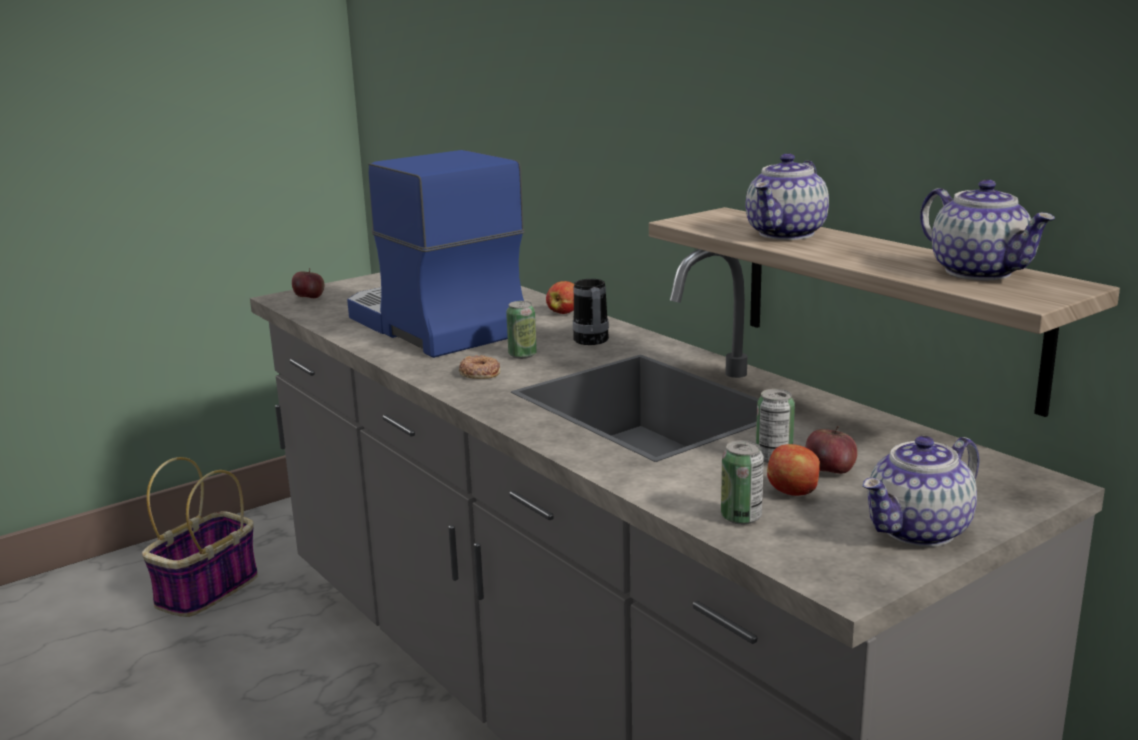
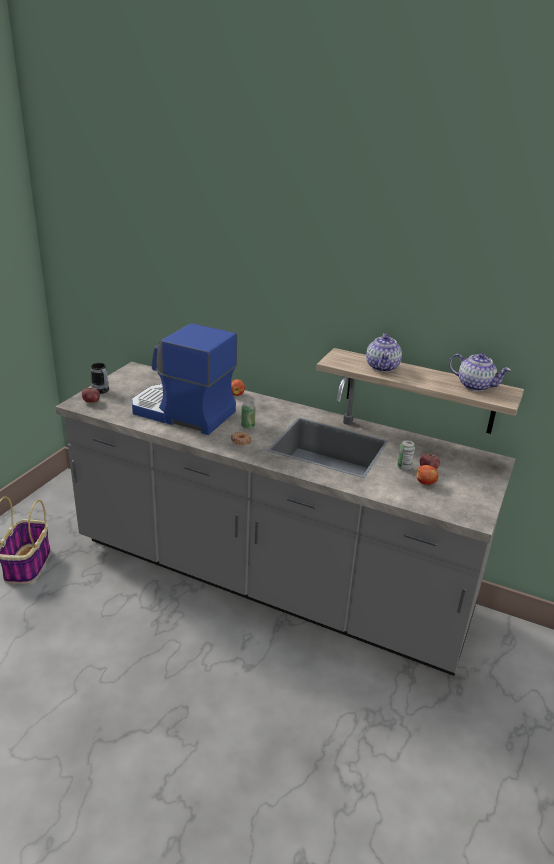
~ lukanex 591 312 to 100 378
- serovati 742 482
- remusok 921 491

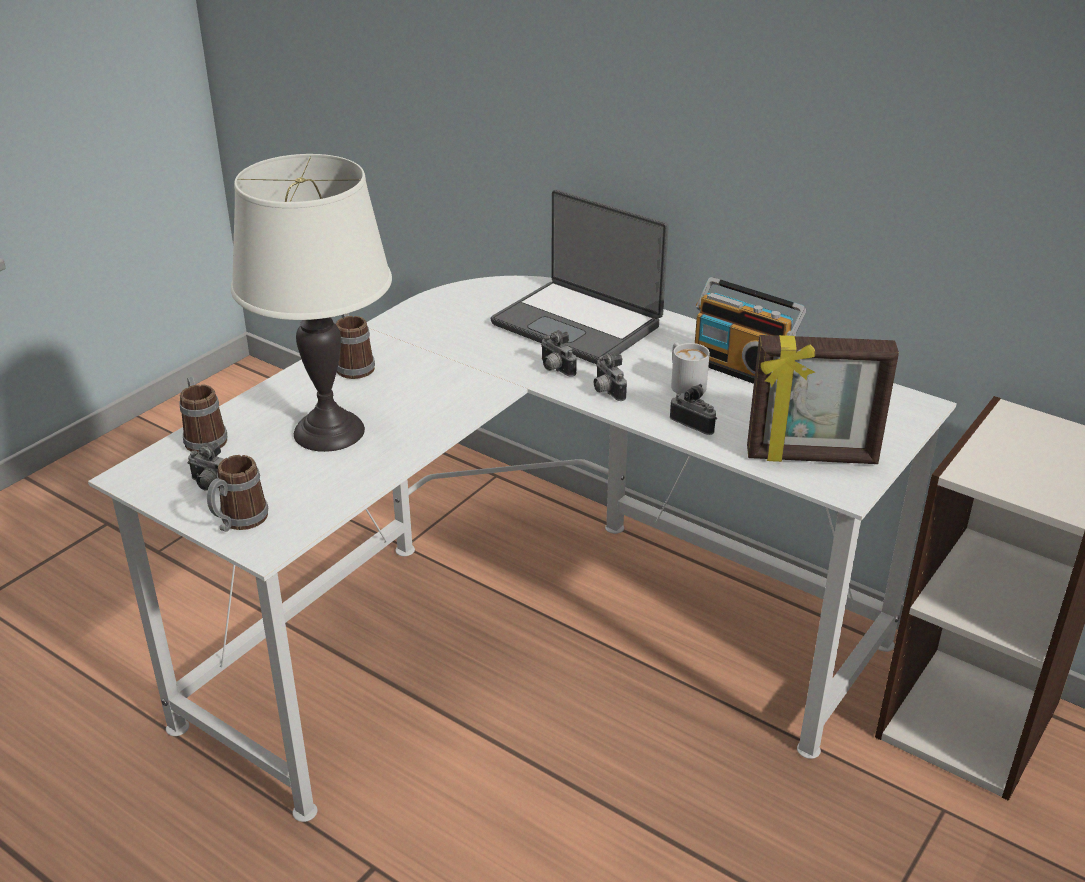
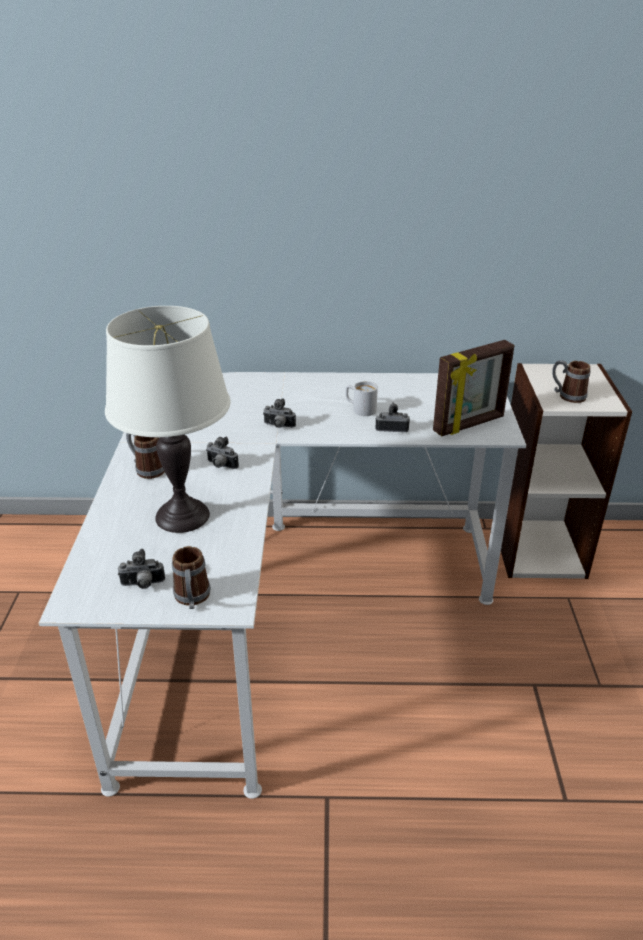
~ lukanex 203 414 to 571 381
- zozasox 580 277
~ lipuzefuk 610 376 to 222 453
- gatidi 750 330

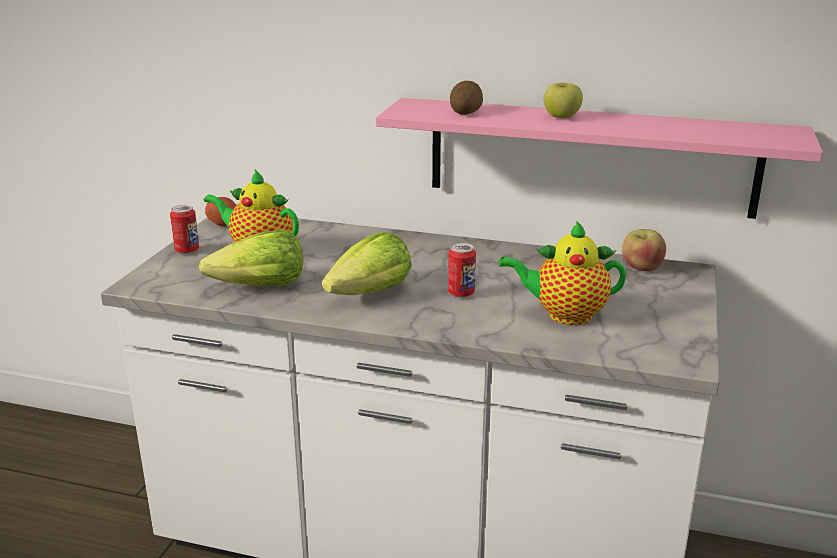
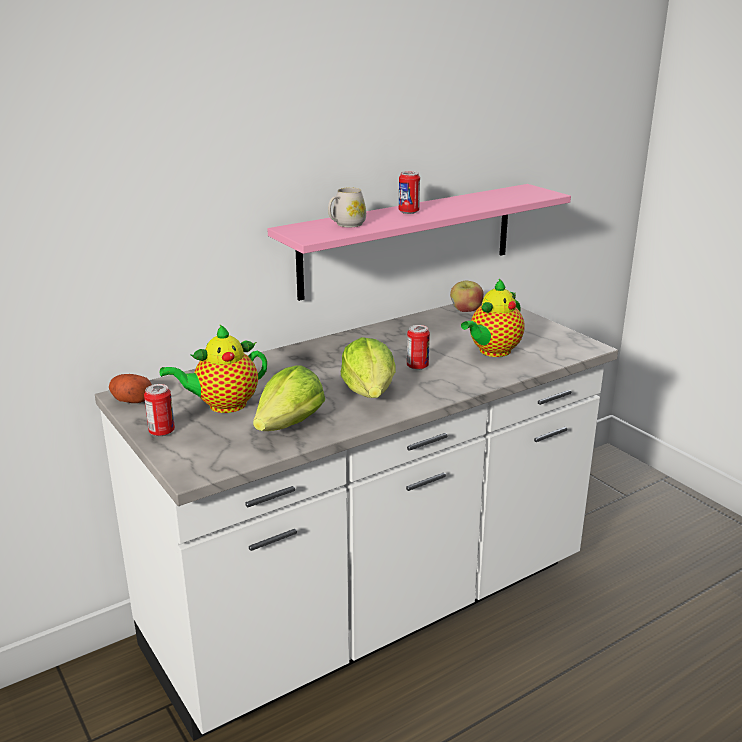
~ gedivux 466 98 to white_lukanex 347 207
~ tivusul 563 100 to serovati 409 192

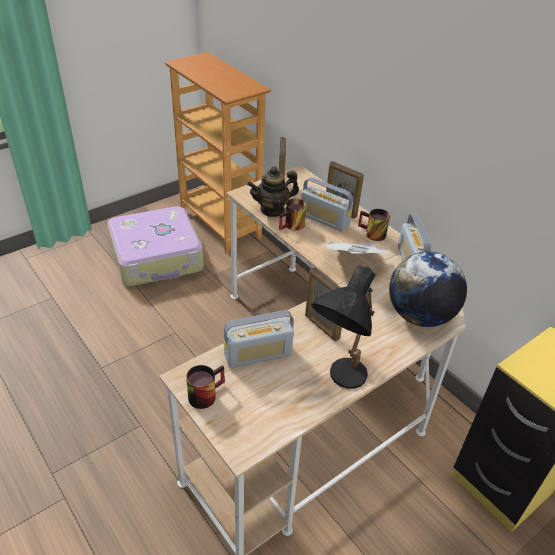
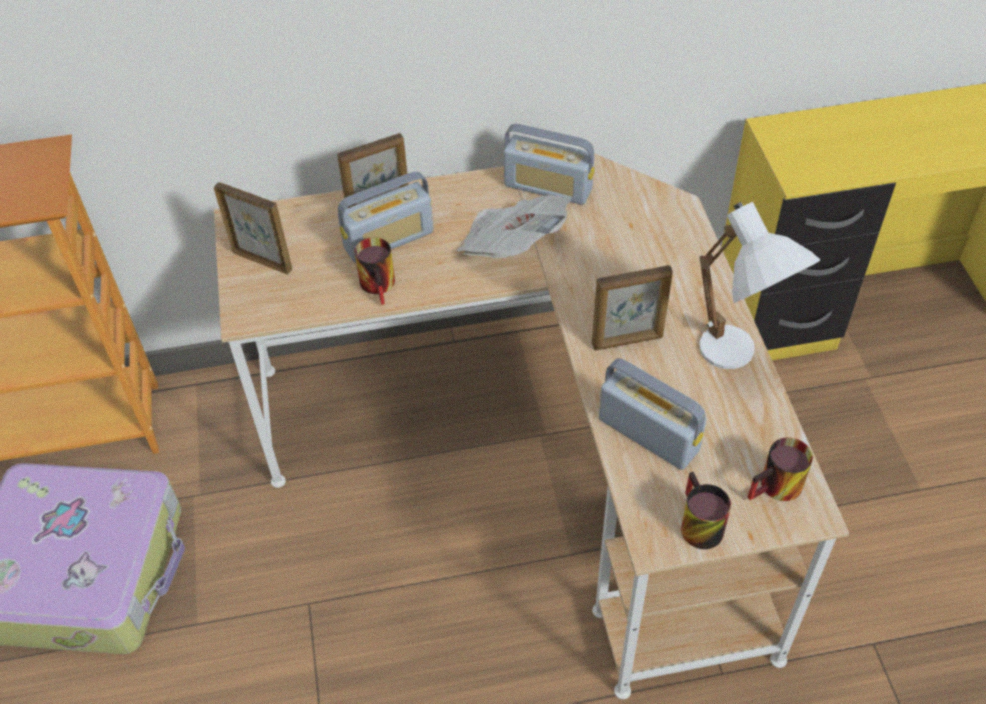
~ gatidi 258 339 = 652 414 60 degrees counterclockwise
- remusok 273 191
~ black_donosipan 343 327 to white_donosipan 759 285
~ lukanex 374 225 to 780 469
- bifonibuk 428 289

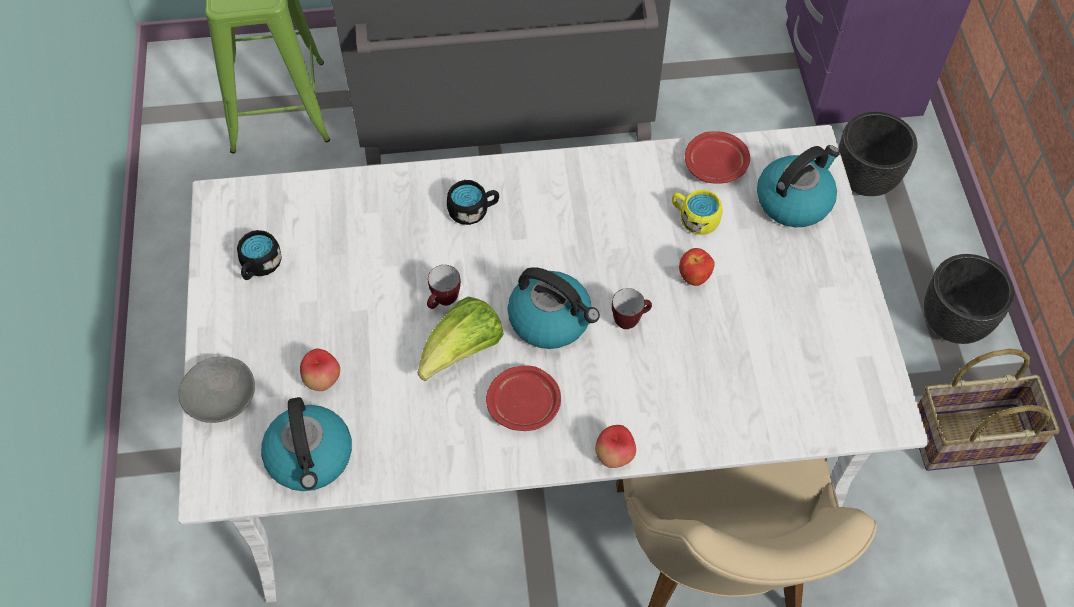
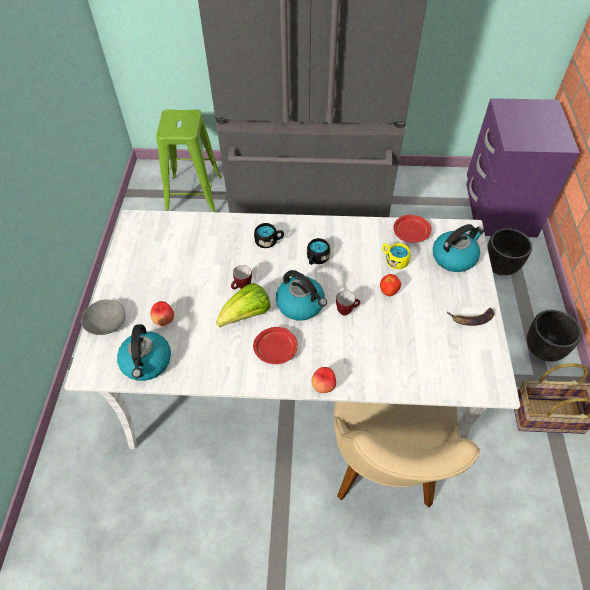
~ black_lukanex 259 255 to 318 251
+ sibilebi 470 317

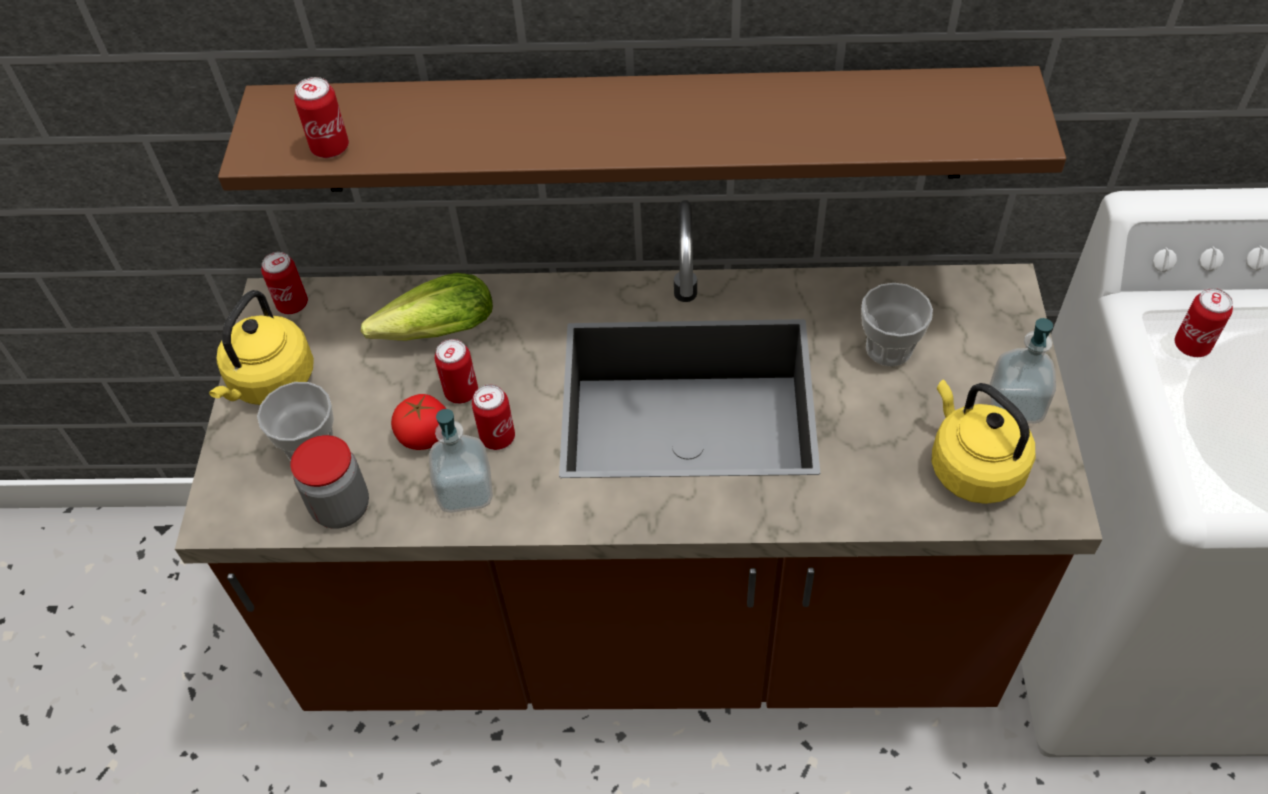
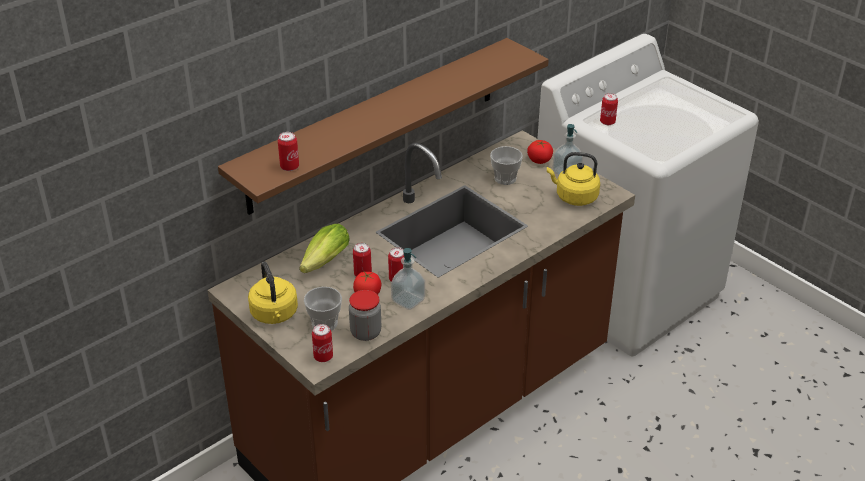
~ serovati 284 283 to 322 343
+ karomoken 540 152

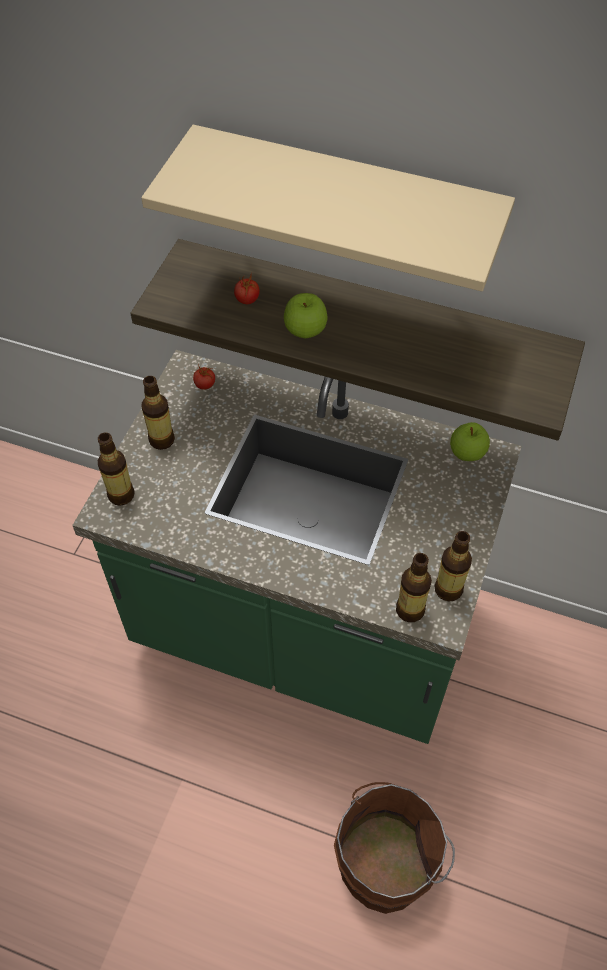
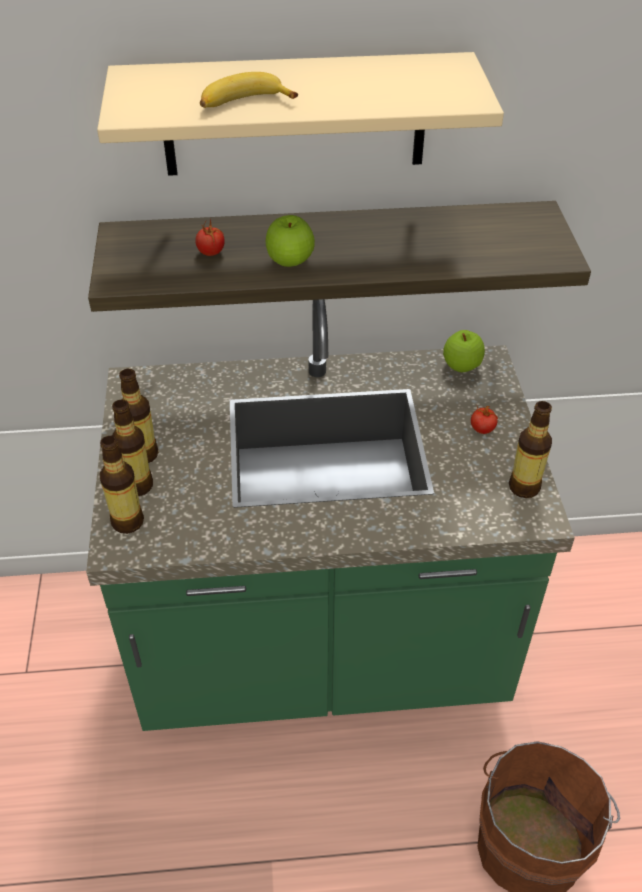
~ karomoken 204 377 to 484 419
~ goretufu 414 587 to 132 447
+ sibilebi 249 90

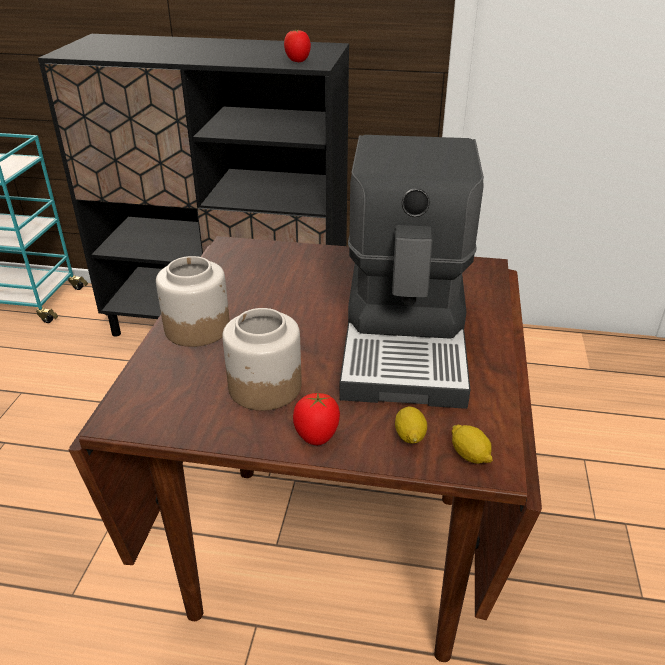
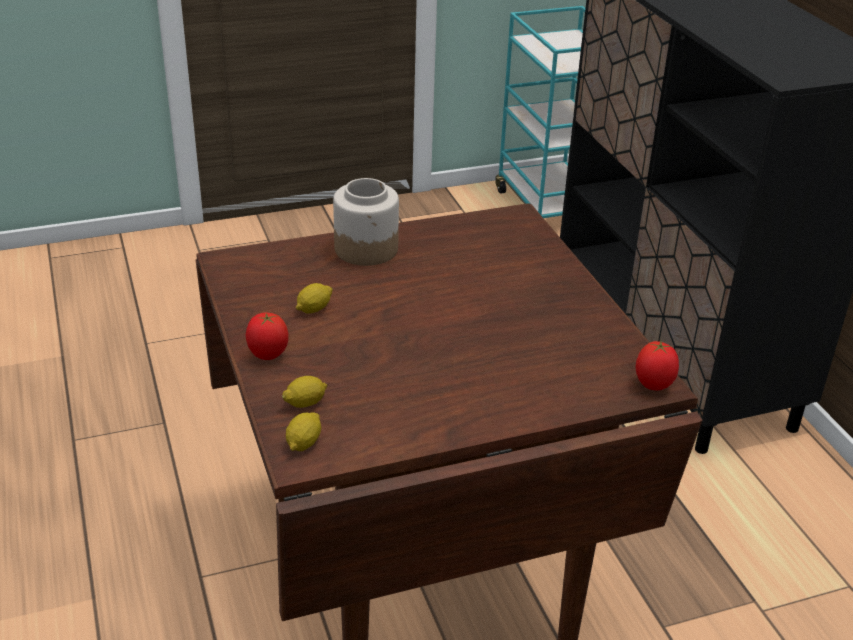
~ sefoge 262 359 to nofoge 314 298
~ karomoken 297 45 to 657 365
- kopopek 411 272

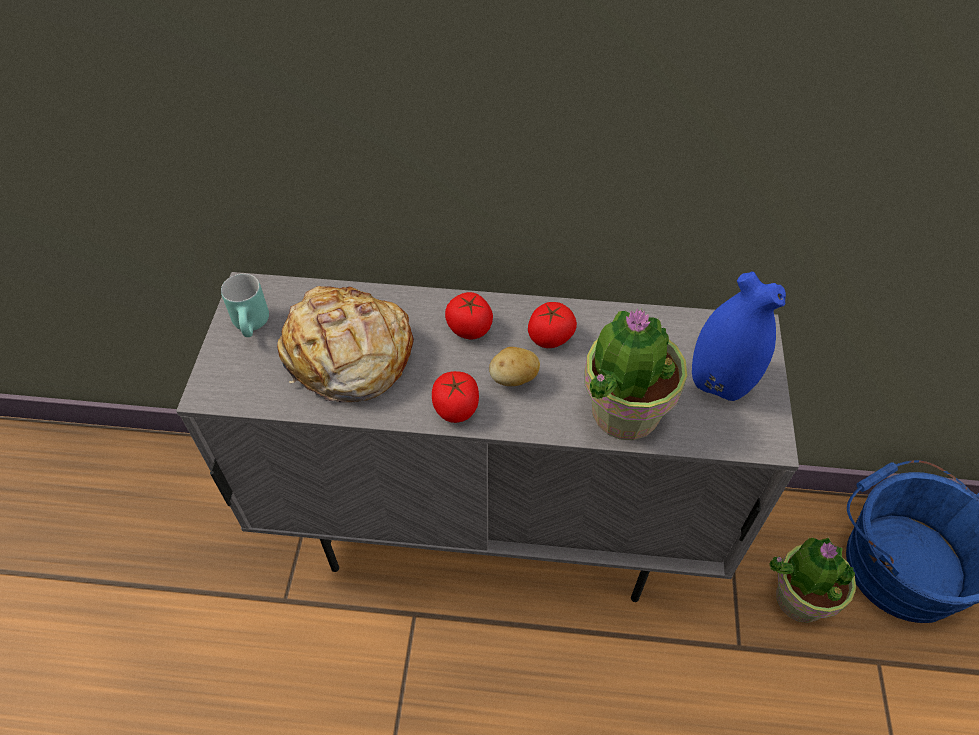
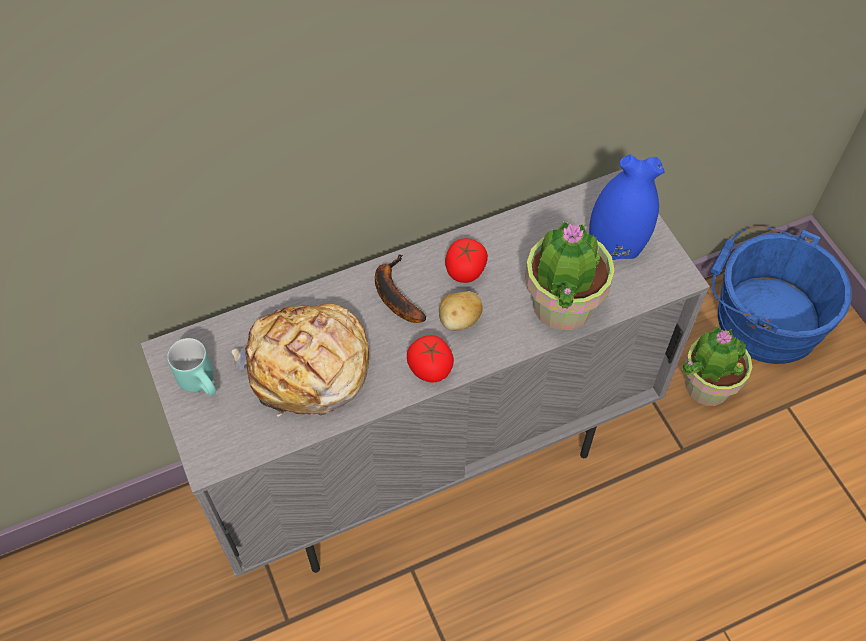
~ karomoken 469 315 to sibilebi 400 288

